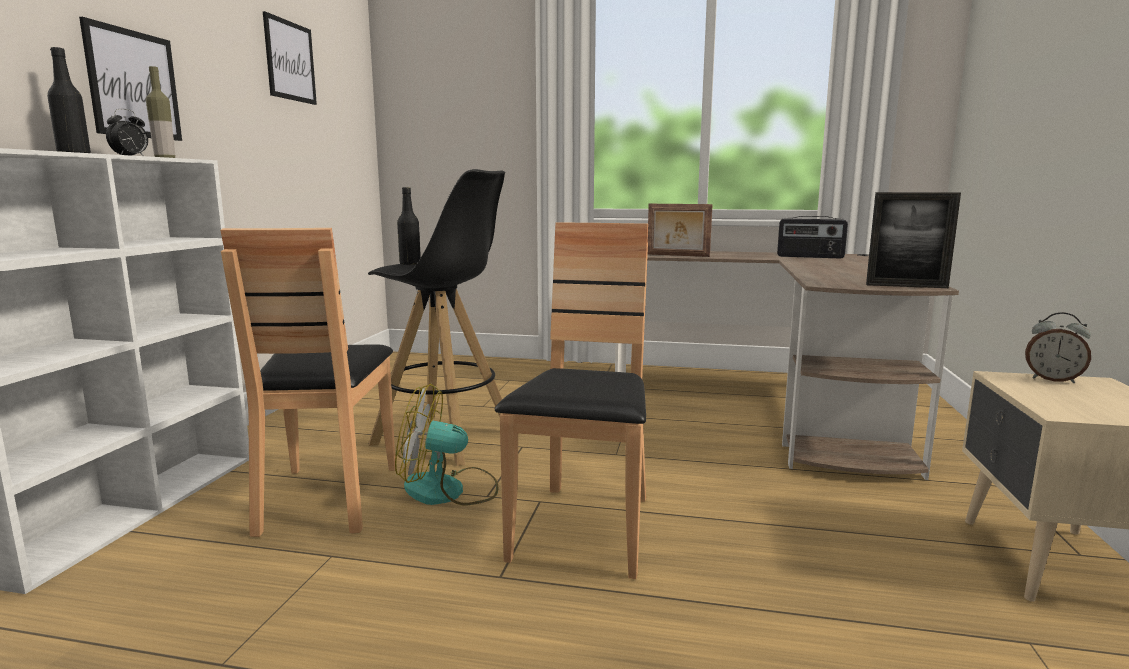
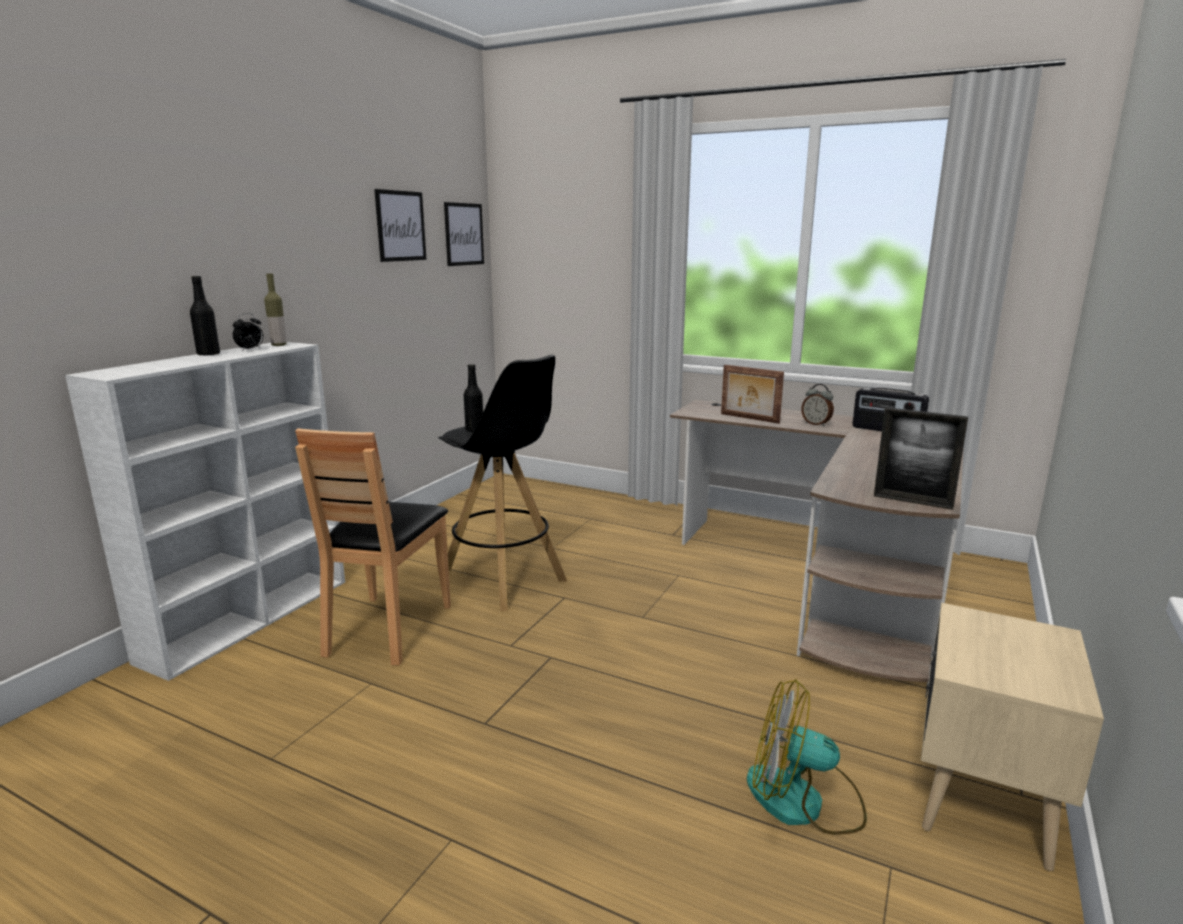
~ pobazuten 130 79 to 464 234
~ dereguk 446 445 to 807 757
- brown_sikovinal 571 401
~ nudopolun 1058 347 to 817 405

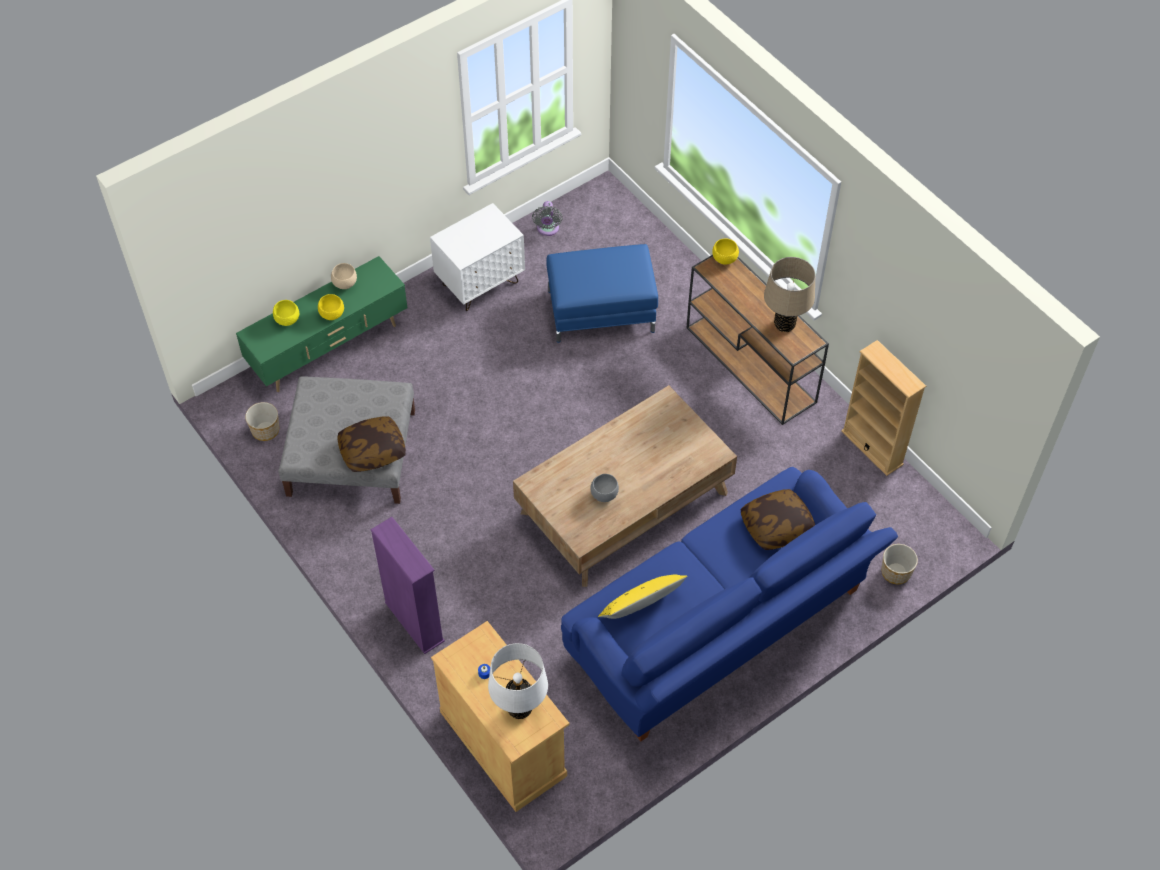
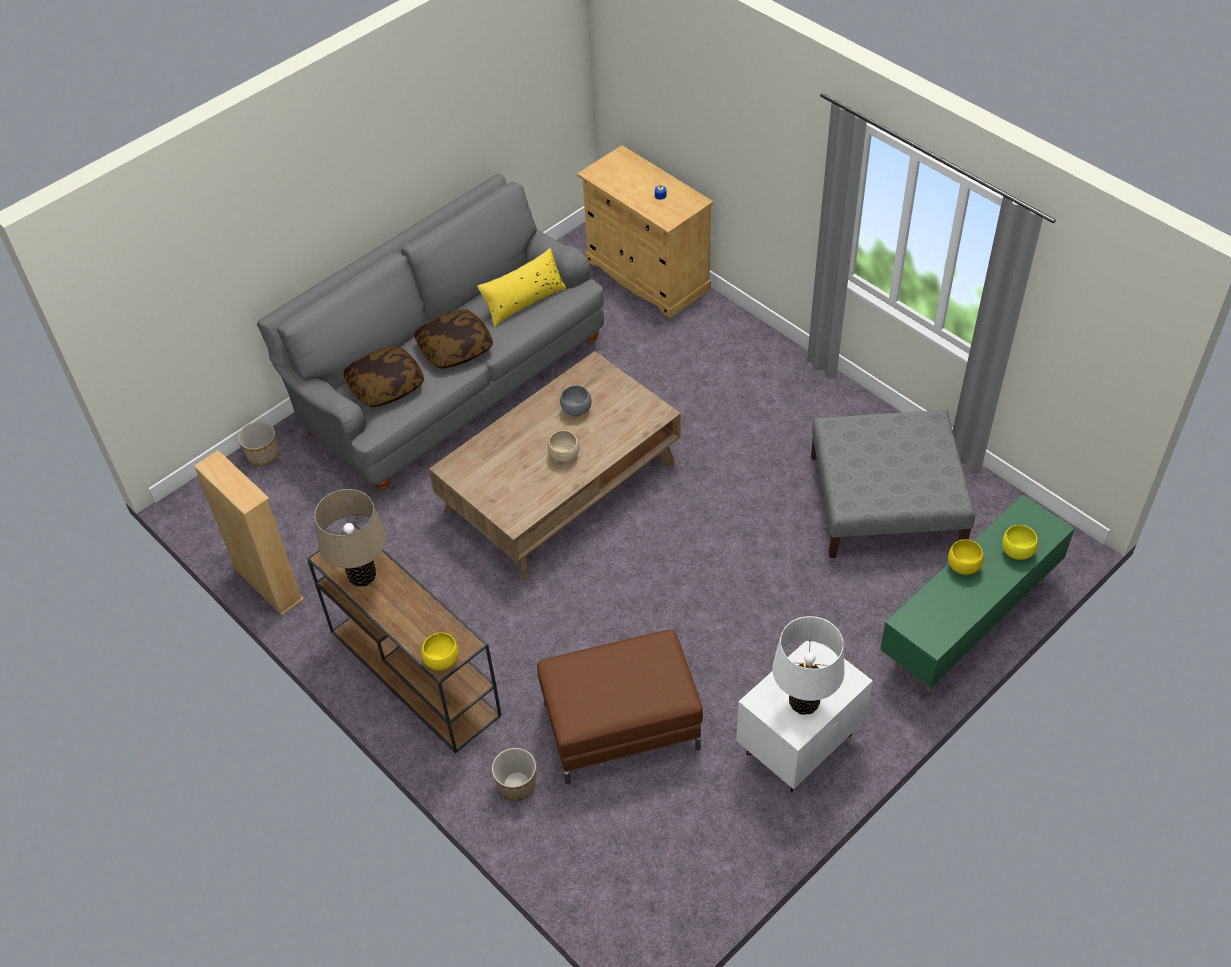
~ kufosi 262 421 to 514 774
~ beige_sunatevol 344 276 to 564 446
~ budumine 371 444 to 453 339
- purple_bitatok 407 585
~ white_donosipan 518 681 to 808 665
- grey_dereguk 547 218
~ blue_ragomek 602 293 to brown_ragomek 620 707
~ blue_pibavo 729 604 to grey_pibavo 430 332

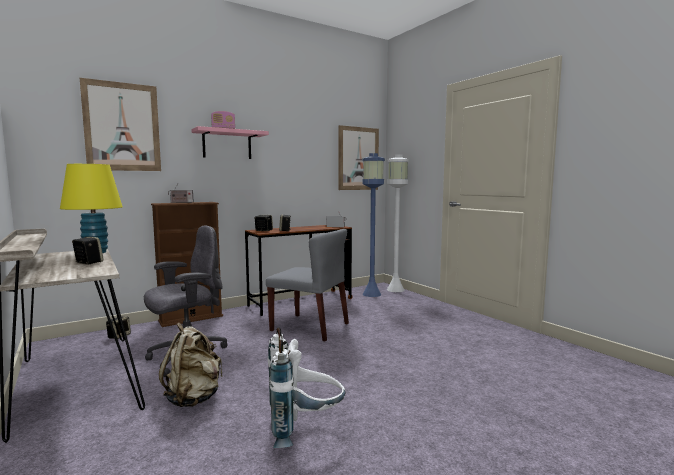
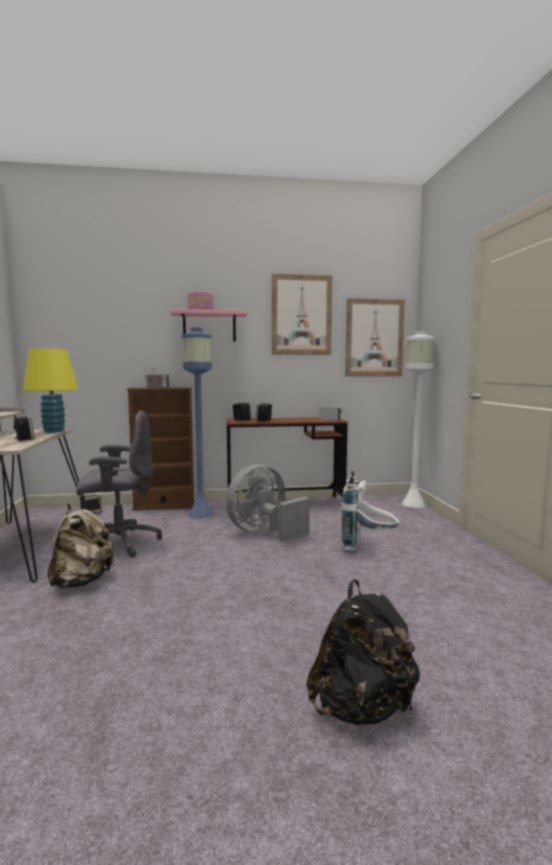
~ pobazuten 120 124 to 302 314
~ grey_sikovinal 307 285 to grey_dereguk 268 503
~ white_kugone 306 387 to 370 511
~ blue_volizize 373 225 to 197 423
+ black_kugone 363 652

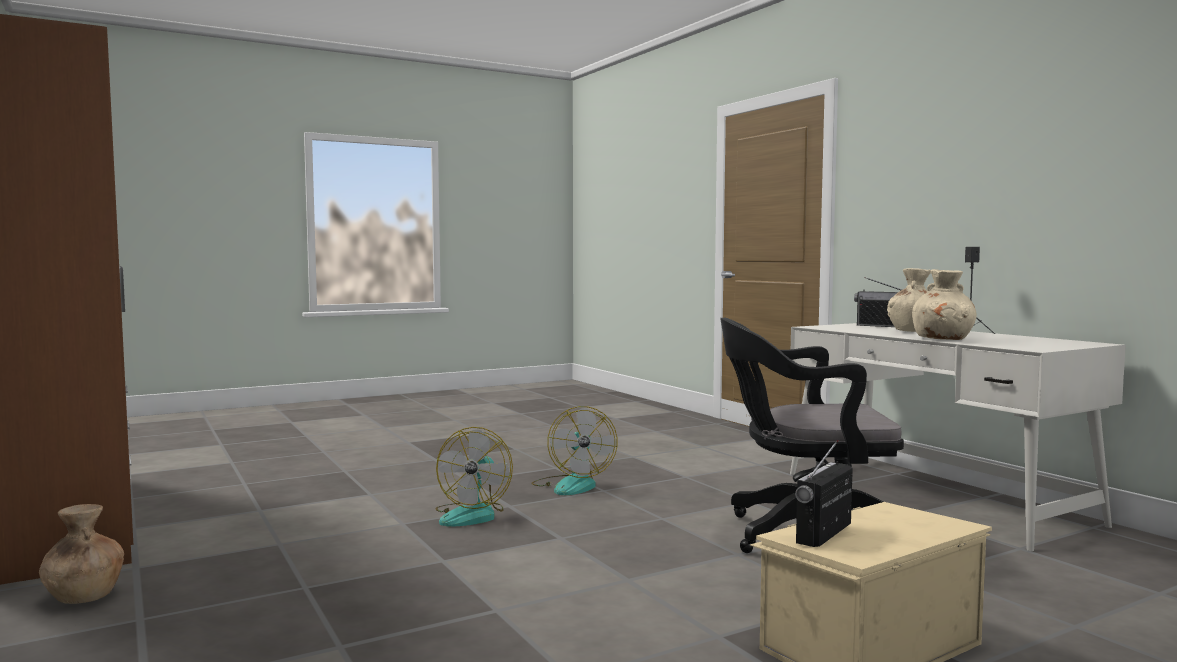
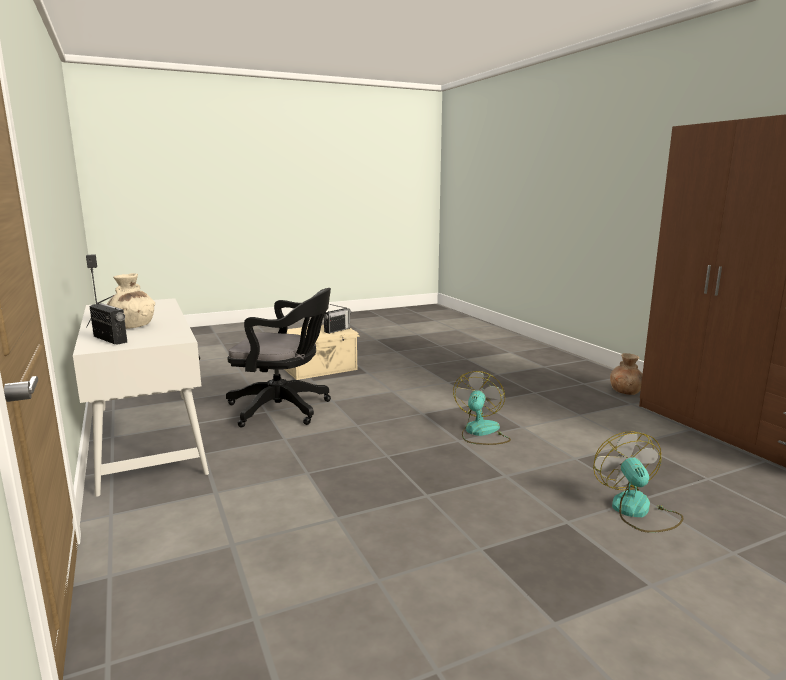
~ dereguk 574 450 to 638 482
- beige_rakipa 944 304

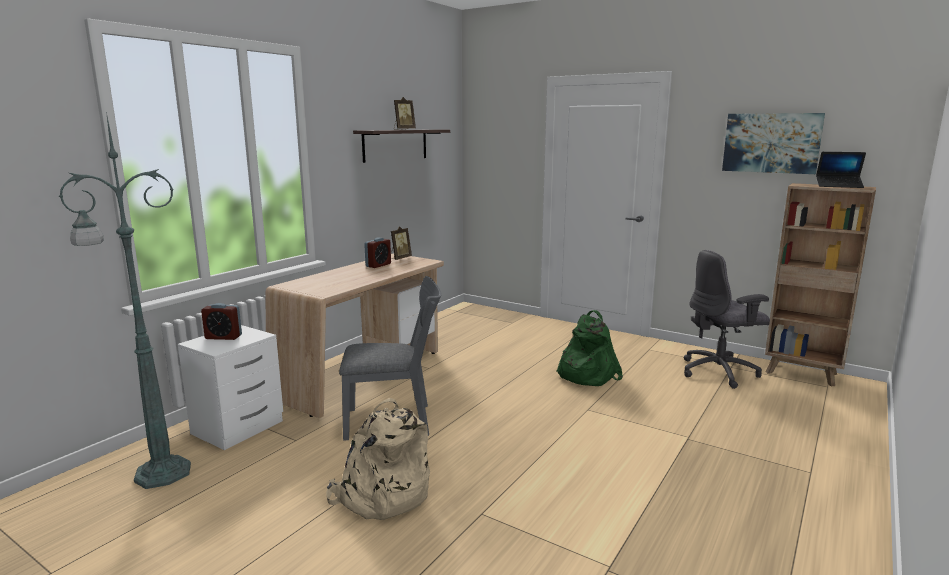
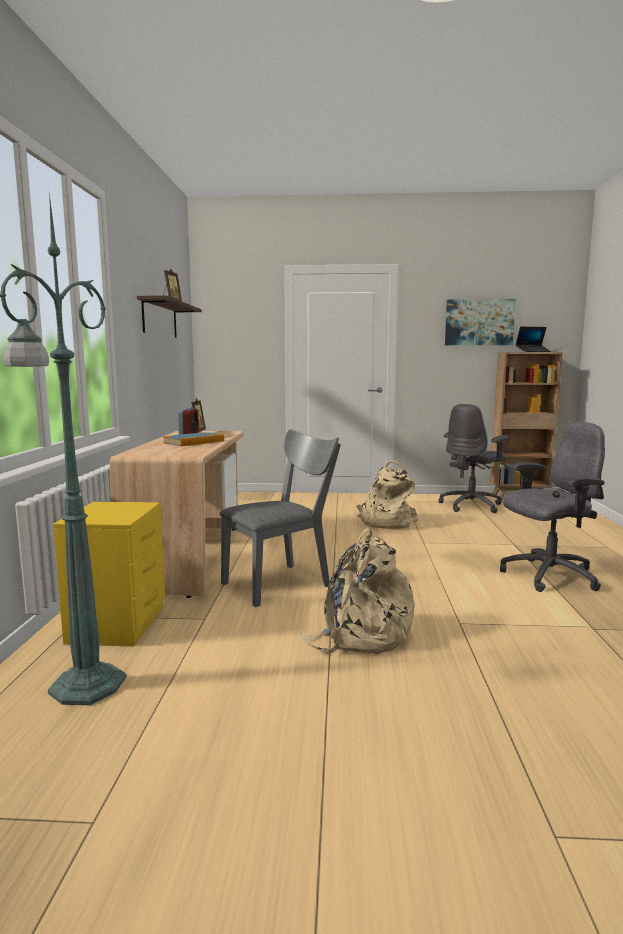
~ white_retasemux 230 387 to yellow_retasemux 109 574
- nudopolun 221 321
~ green_kugone 589 348 to beige_kugone 387 495
+ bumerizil 193 439
+ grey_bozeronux 552 507

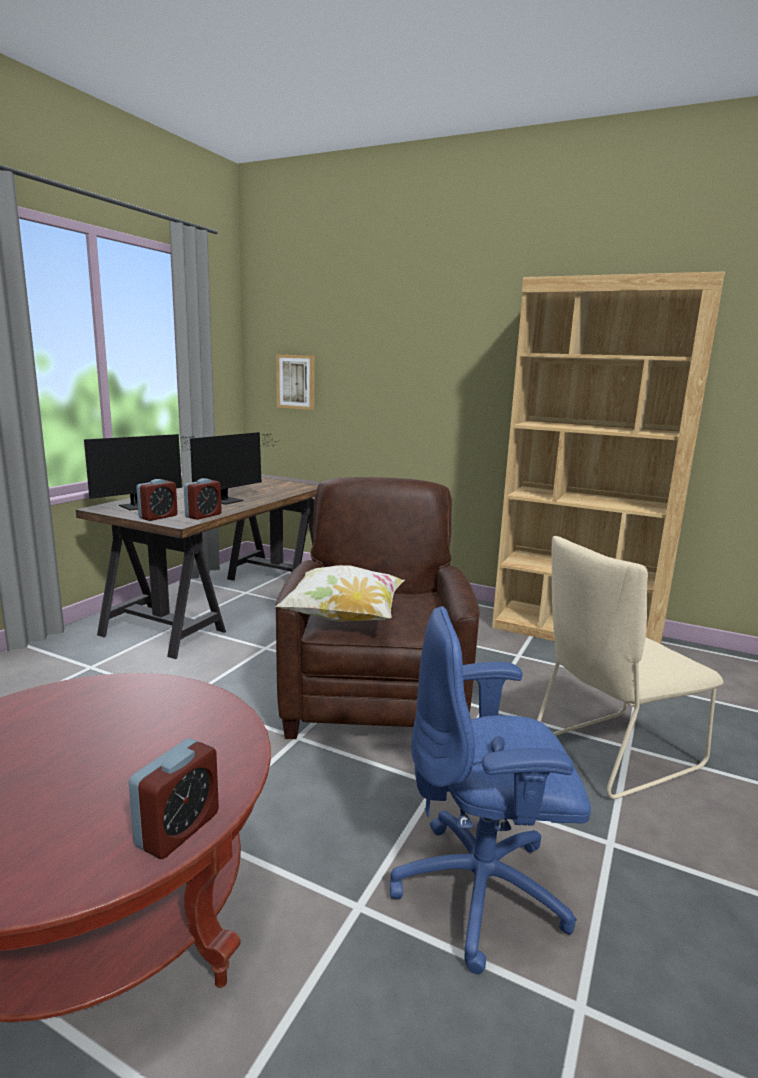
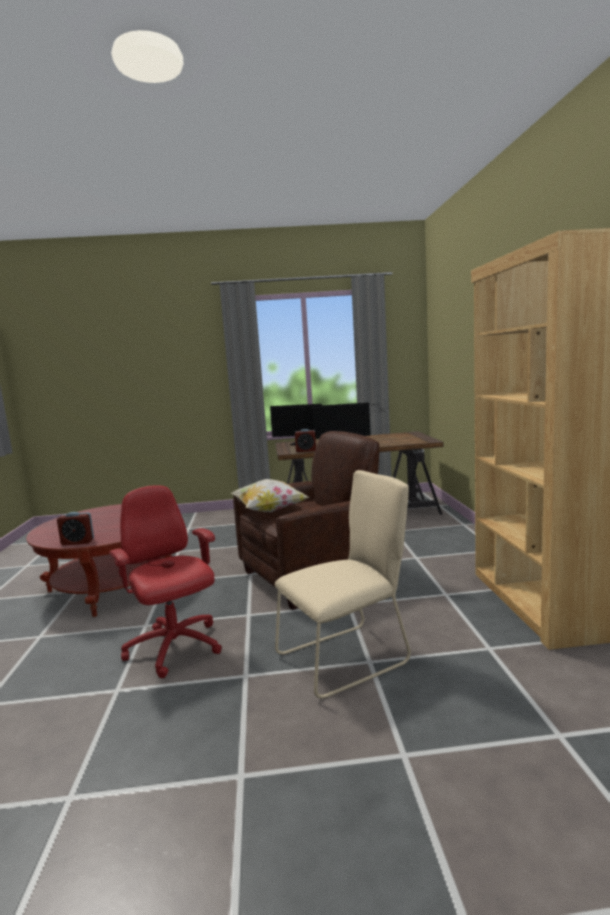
- nudopolun 156 500
- pobazuten 295 382
~ blue_bozeronux 490 790 to red_bozeronux 165 581
~ beige_sikovinal 630 667 = 343 584 120 degrees clockwise

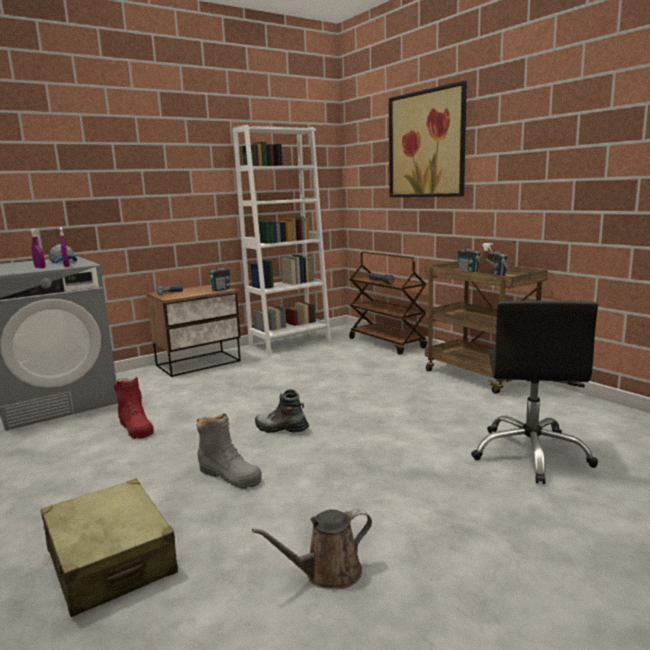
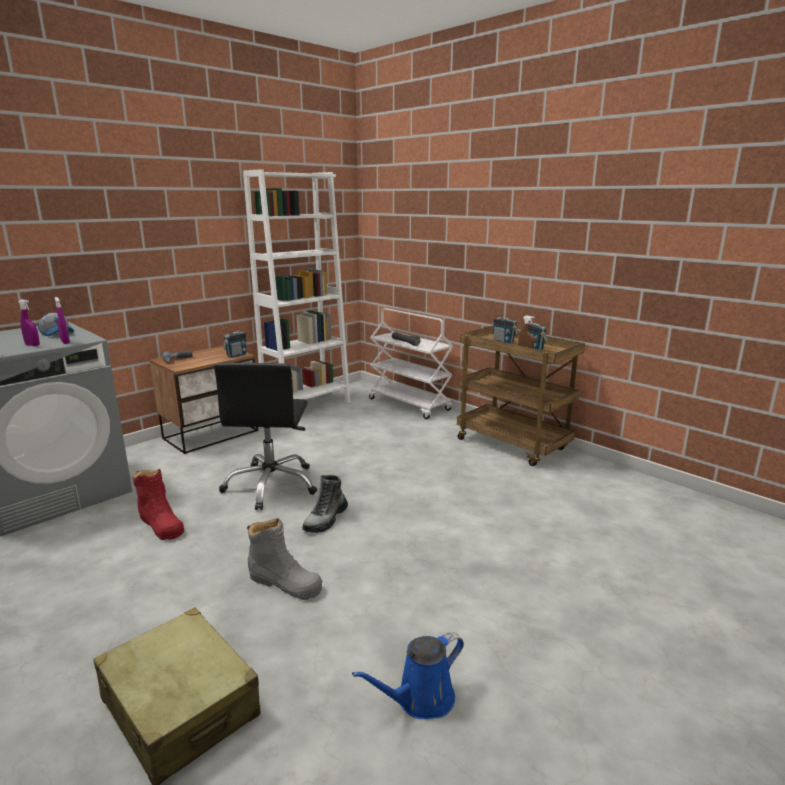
~ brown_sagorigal 312 549 to blue_sagorigal 408 675
~ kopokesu 282 411 = 325 504 75 degrees counterclockwise
~ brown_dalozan 388 303 to white_dalozan 411 363
- pobazuten 428 139
~ black_bozeronux 534 392 to 265 436

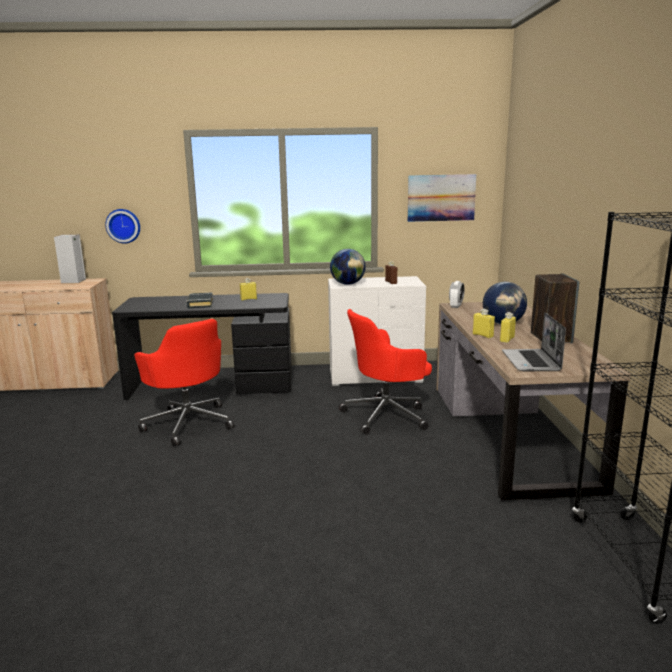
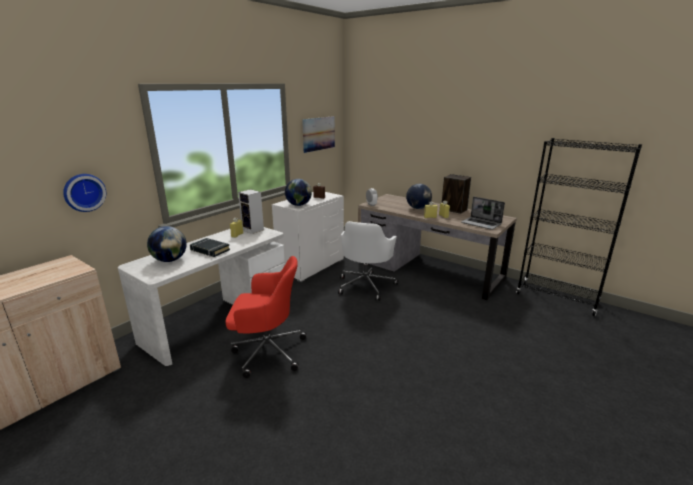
~ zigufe 70 259 to 251 211
~ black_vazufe 202 346 to white_vazufe 201 296
~ red_bozeronux 385 372 to white_bozeronux 368 261
+ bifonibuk 167 244

